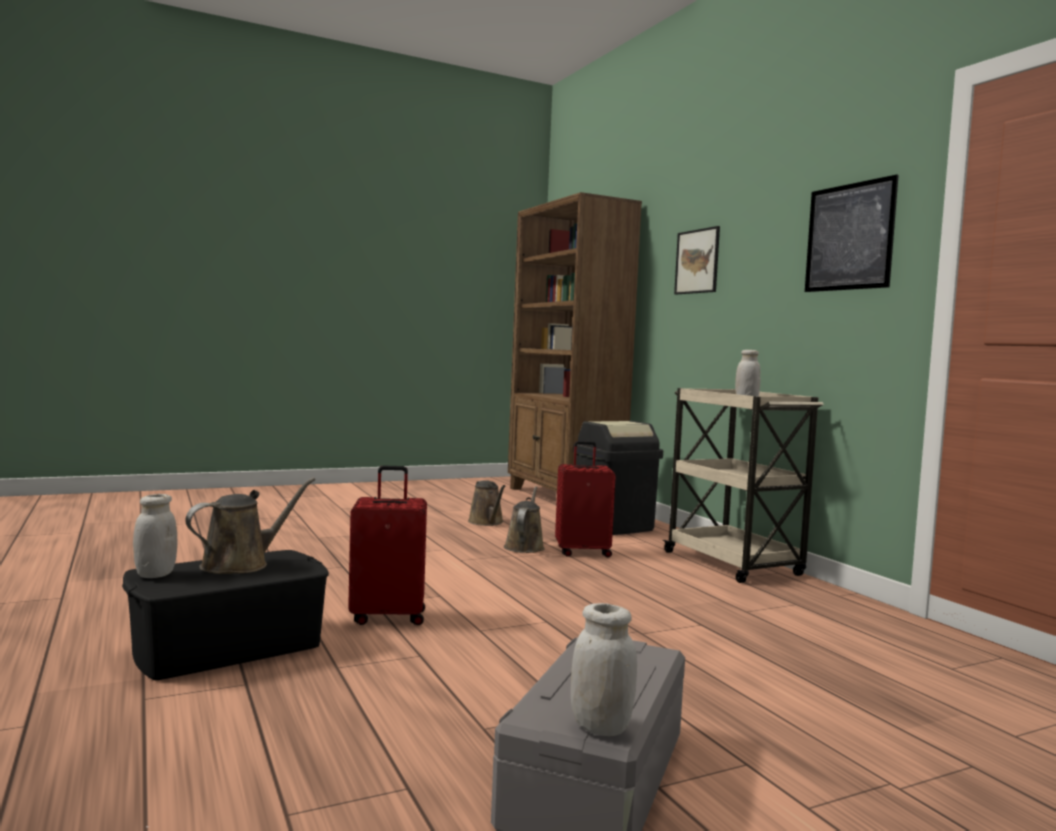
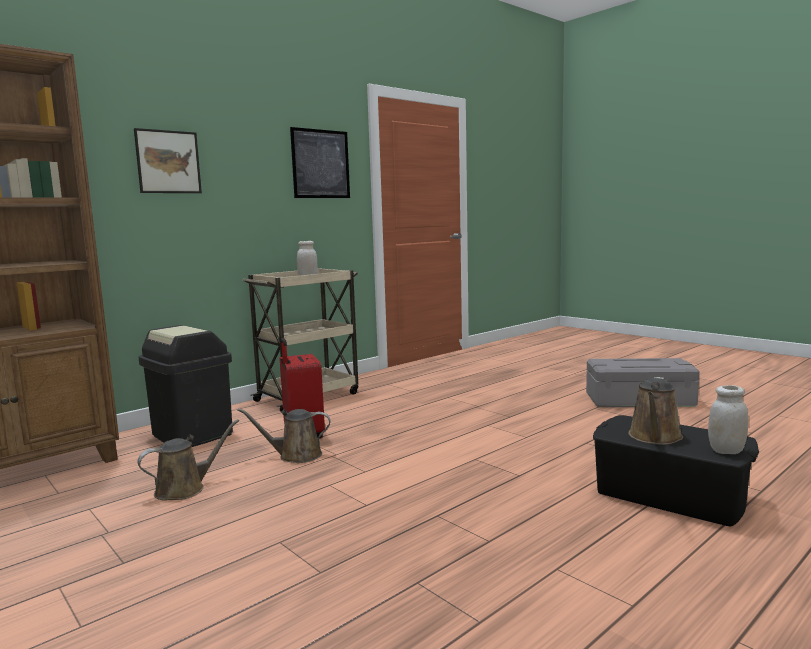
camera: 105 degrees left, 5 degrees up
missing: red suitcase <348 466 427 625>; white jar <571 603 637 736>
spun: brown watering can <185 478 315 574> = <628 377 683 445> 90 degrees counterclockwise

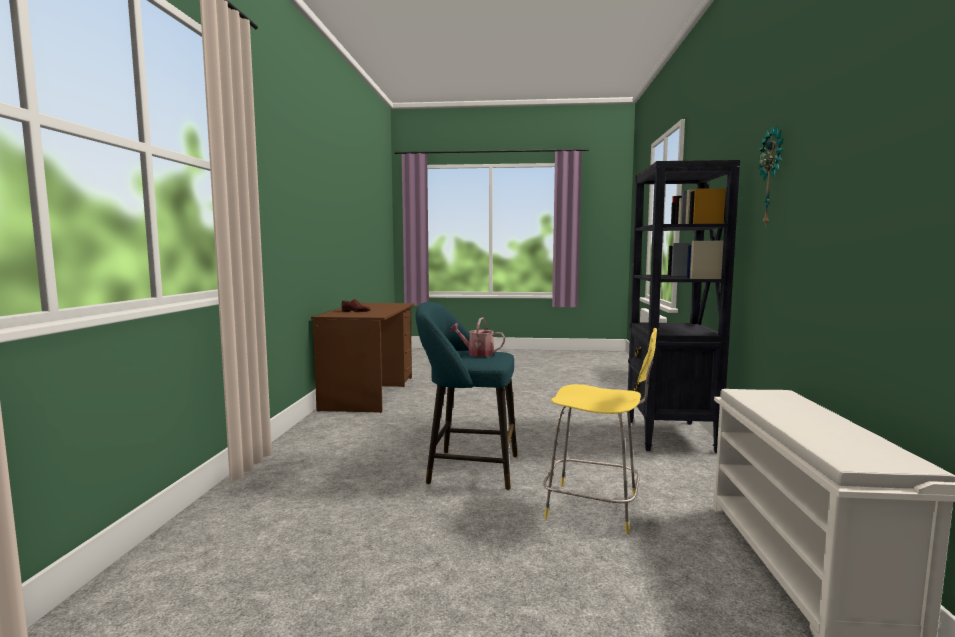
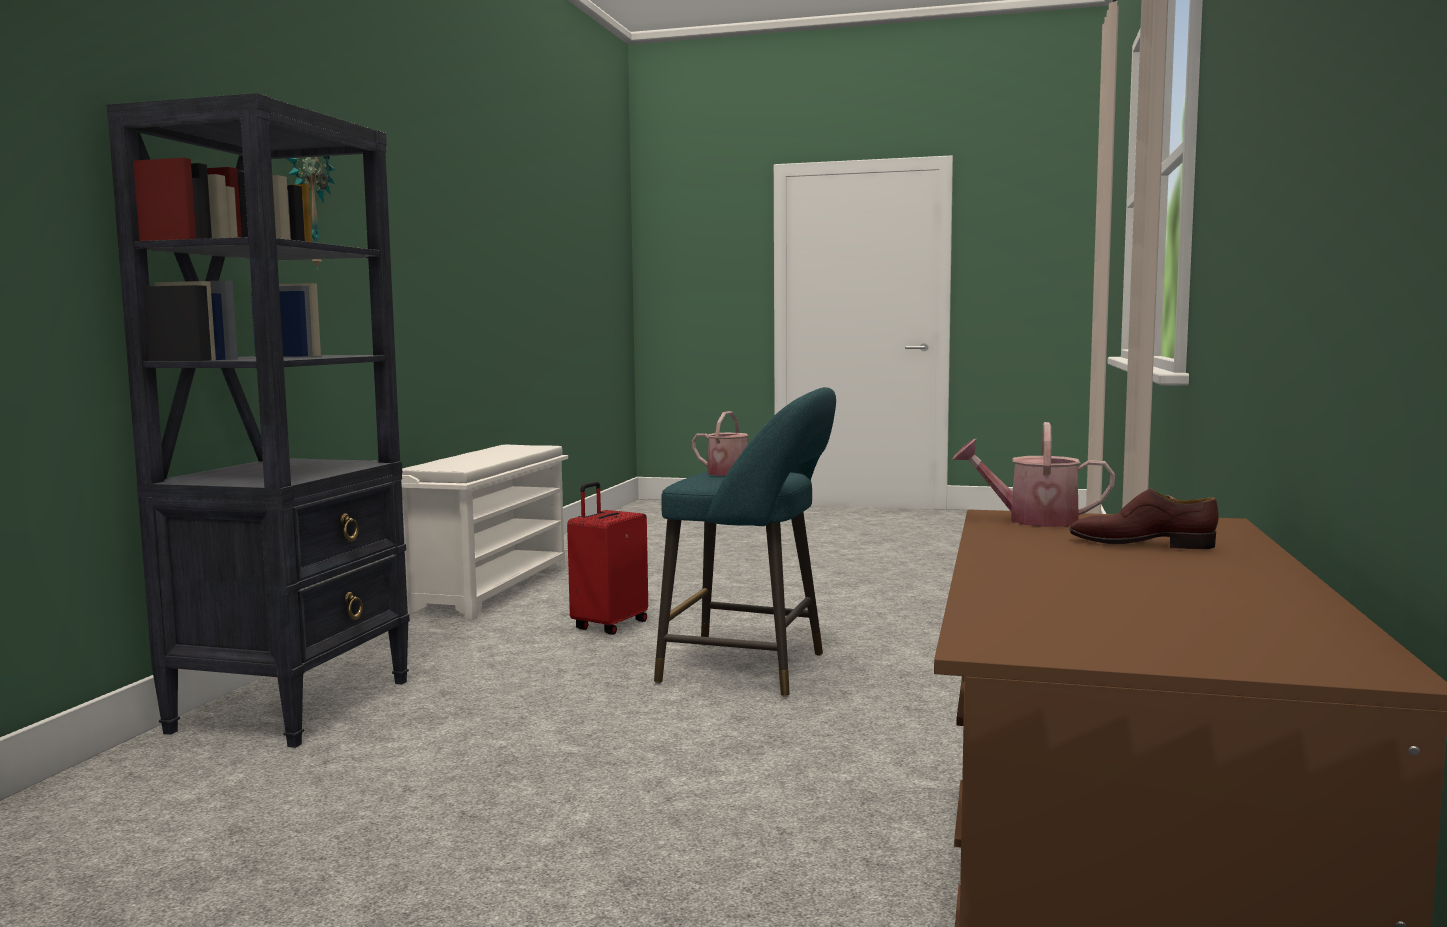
camera: 170 degrees left, 0 degrees up
appeared: watering can <952 422 1115 527>
exchanged: yellow stool <543 328 657 534> to red suitcase <567 482 648 635>

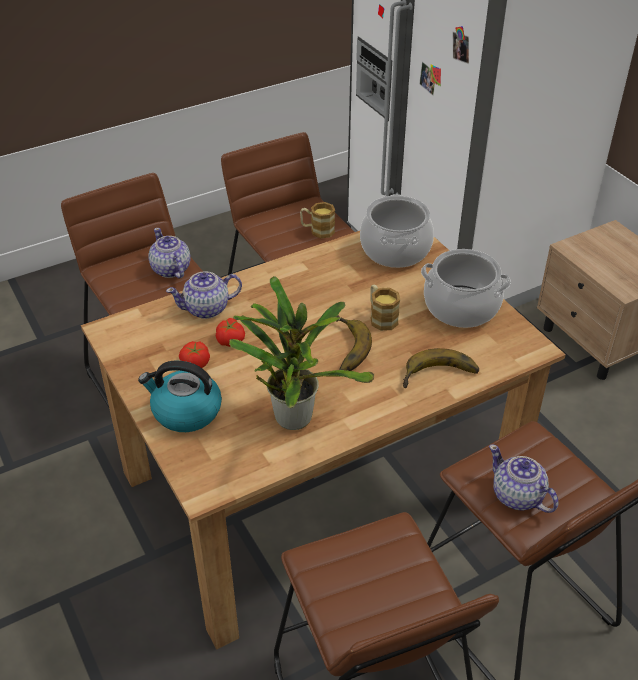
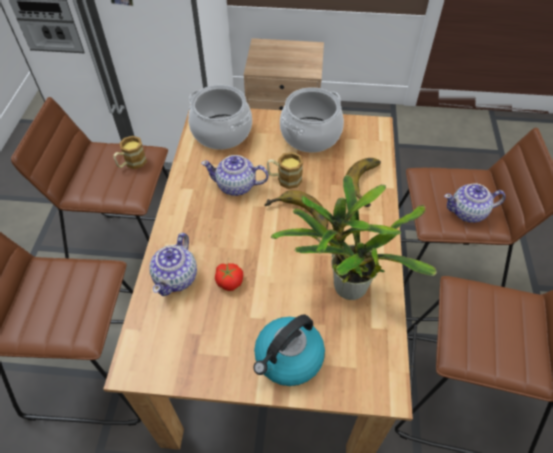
camera: 55 degrees left, 10 degrees up
missing: tomato <179 341 210 368>
relocated: teapot <148 228 191 279> to <201 155 269 196>

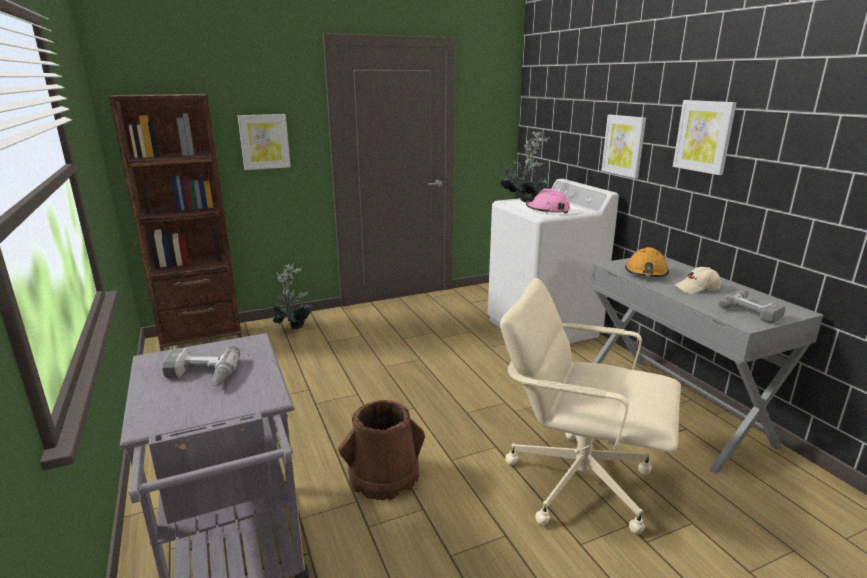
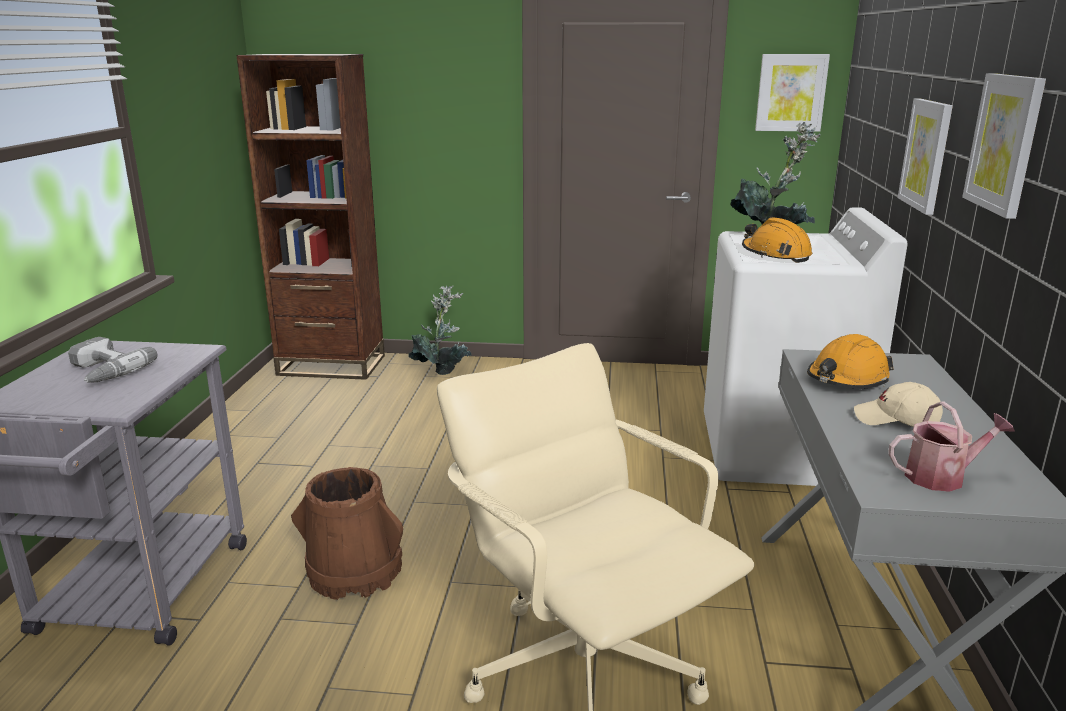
camera: 30 degrees right, 0 degrees up
relocated: picture <238 114 291 170> to <755 54 830 132>
exchanged: power drill <719 290 785 324> to watering can <888 401 1015 492>
colour: pink hard hat <525 189 570 214> to orange hard hat <742 217 812 263>

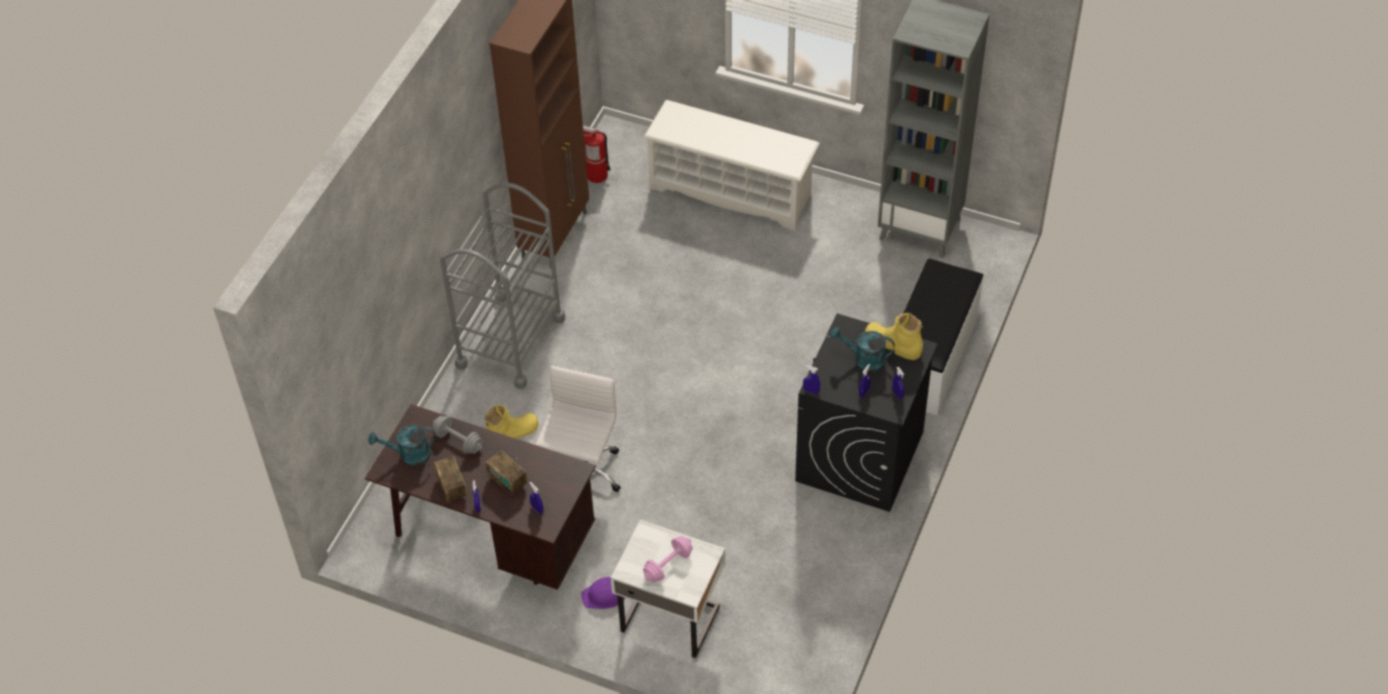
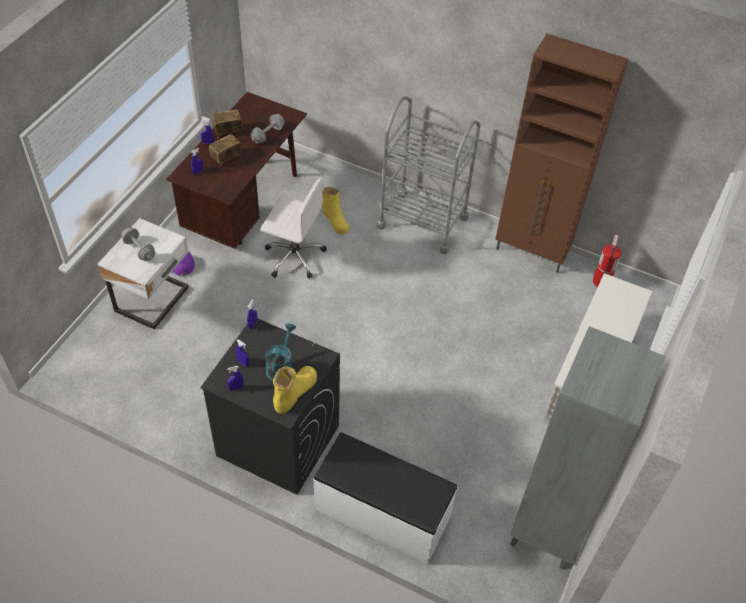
camera: 90 degrees right, 0 degrees up
missing: turquoise watering can <368 425 435 466>
colour: pink dumbbell <643 536 693 582> to grey dumbbell <121 227 155 261>

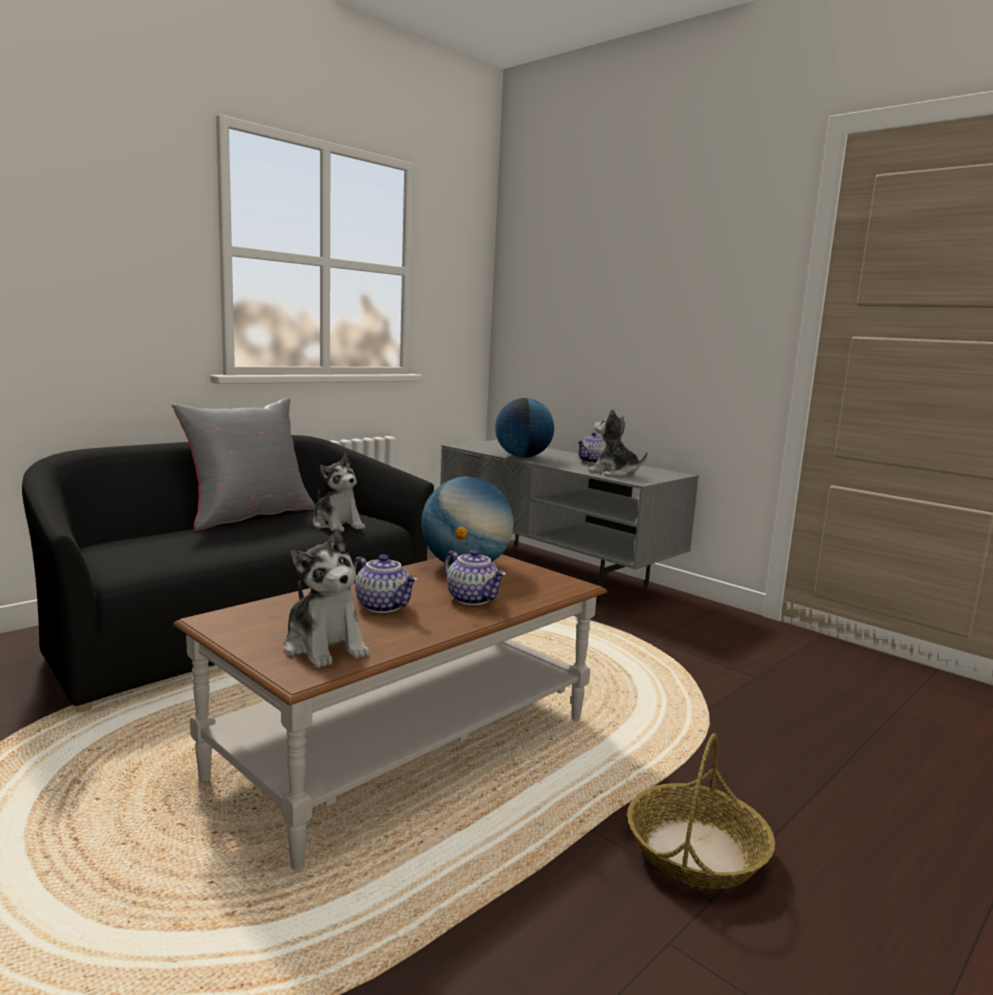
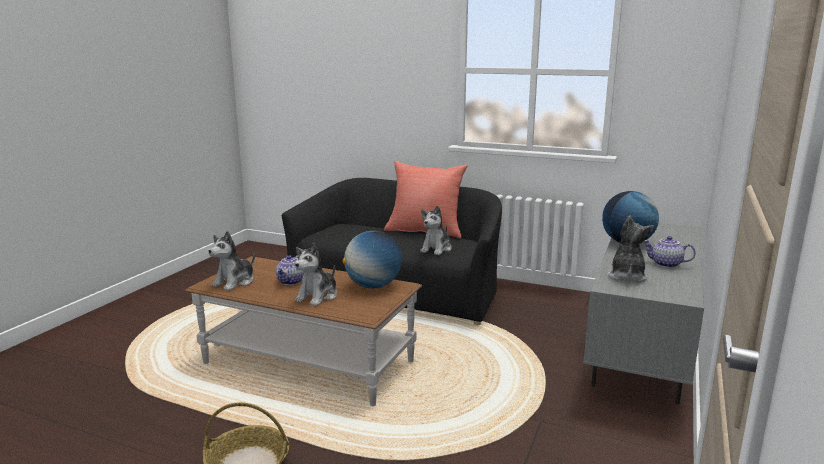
camera: 70 degrees right, 5 degrees up
exchanged: teapot <444 549 506 605> to plush toy <295 243 337 306>
colour: grey pillow <172 398 316 531> to red pillow <384 161 468 238>

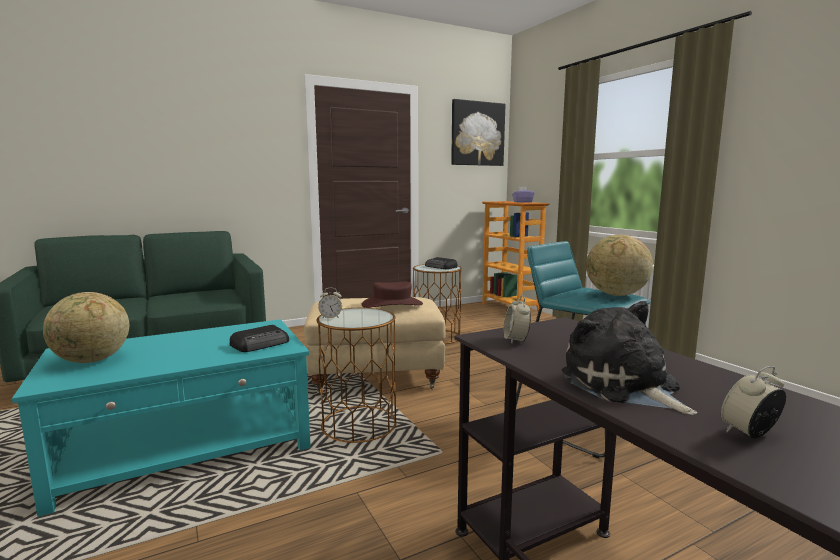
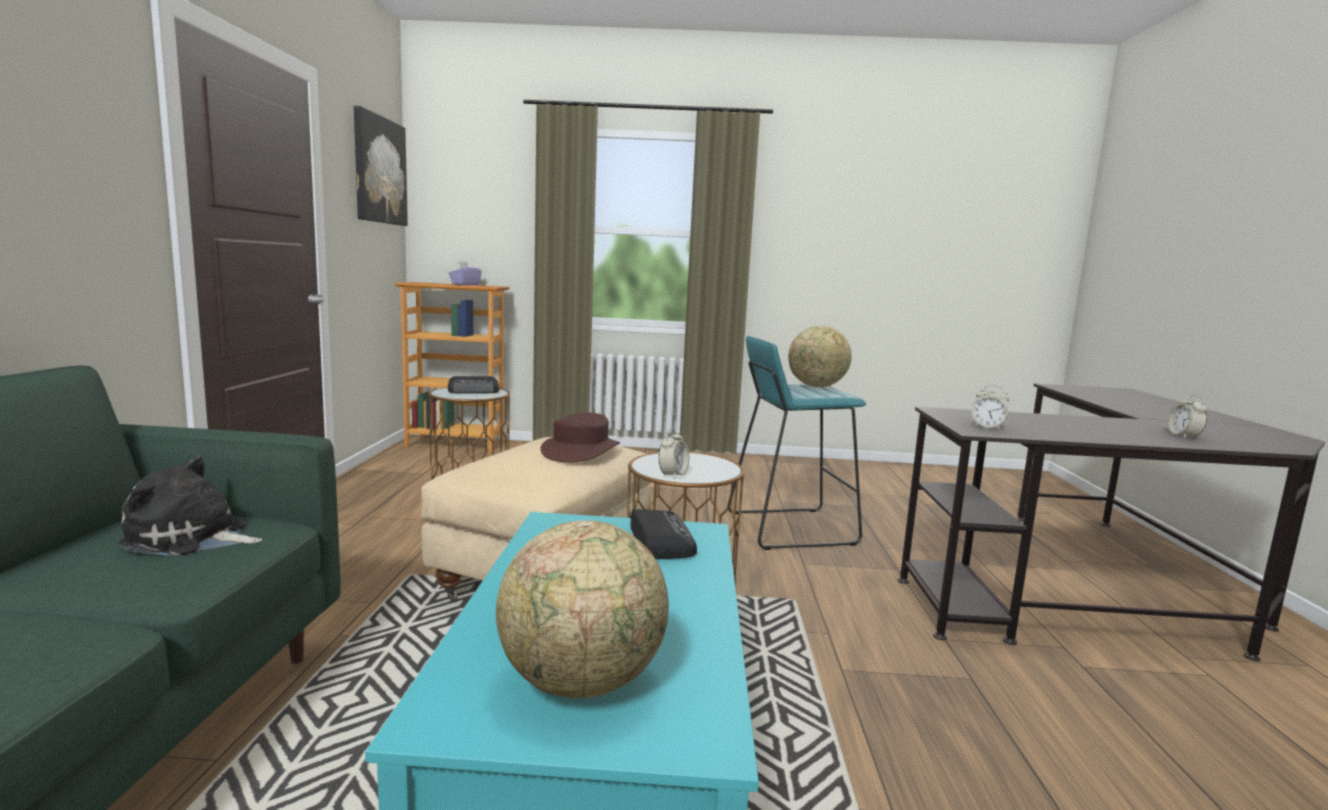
camera: 60 degrees left, 0 degrees up
relocated: plush toy <562 301 697 415> to <119 455 262 556>

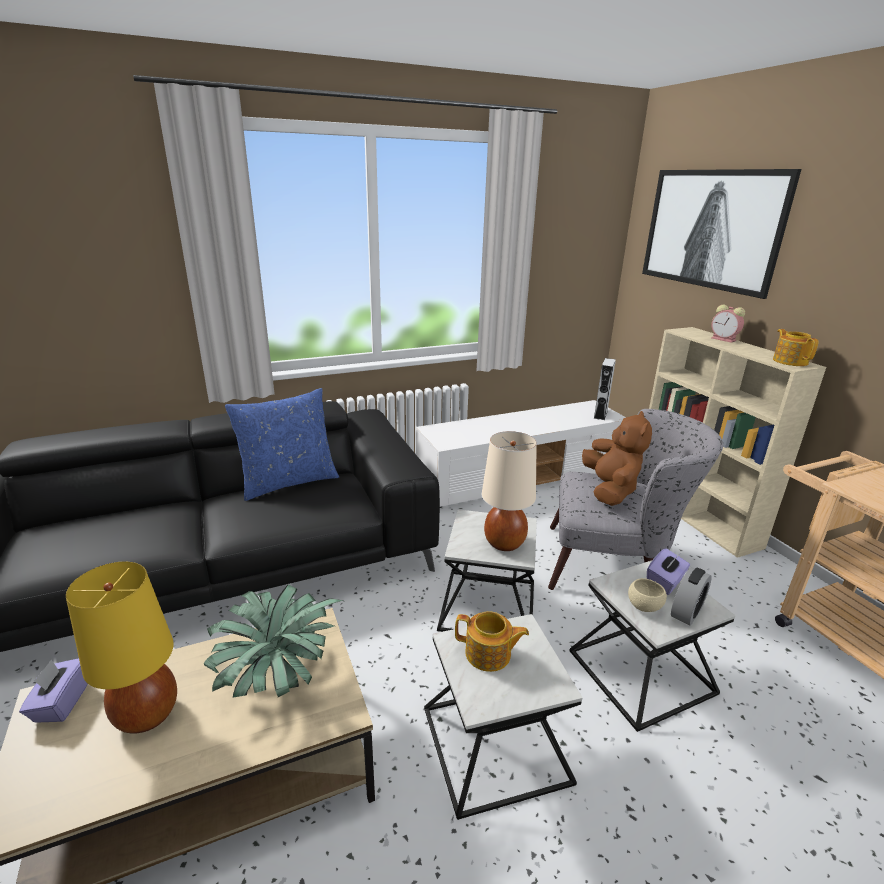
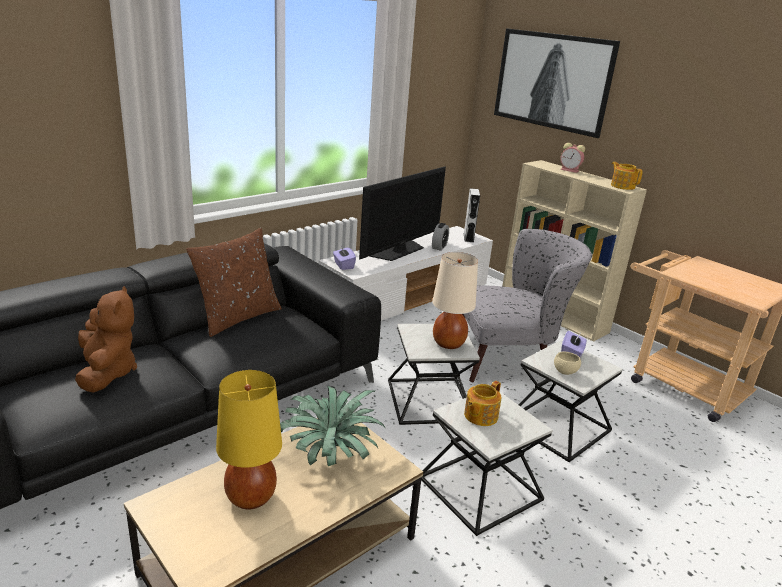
camera: 20 degrees left, 0 degrees up
appeared: television <359 167 446 261>
relocated: brown plush toy <582 411 652 506> to <75 286 137 393>; alarm clock <671 567 712 626> to <432 223 449 251>; purple tissue box <19 658 88 723> to <333 246 356 270>
colour: blue pillow <225 388 339 501> to brown pillow <186 228 282 337>
spun: teapot <455 611 529 672> = <464 381 501 426> 135 degrees clockwise

